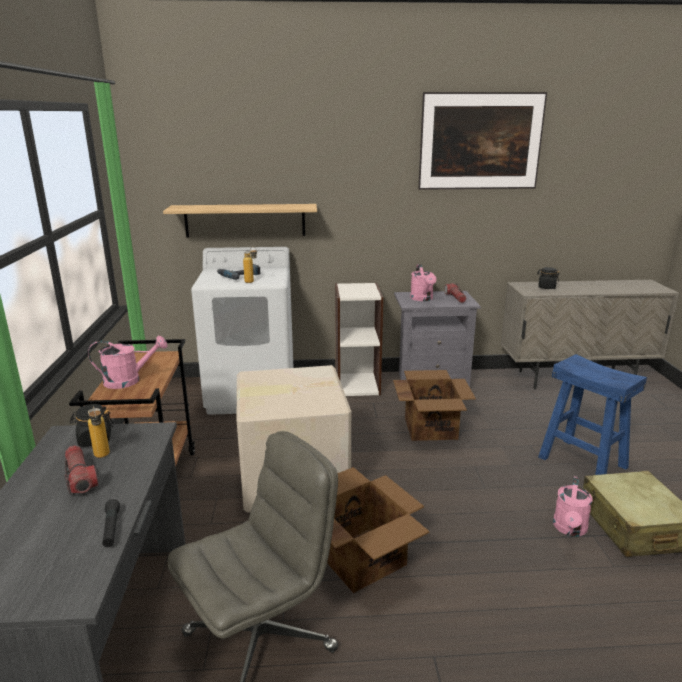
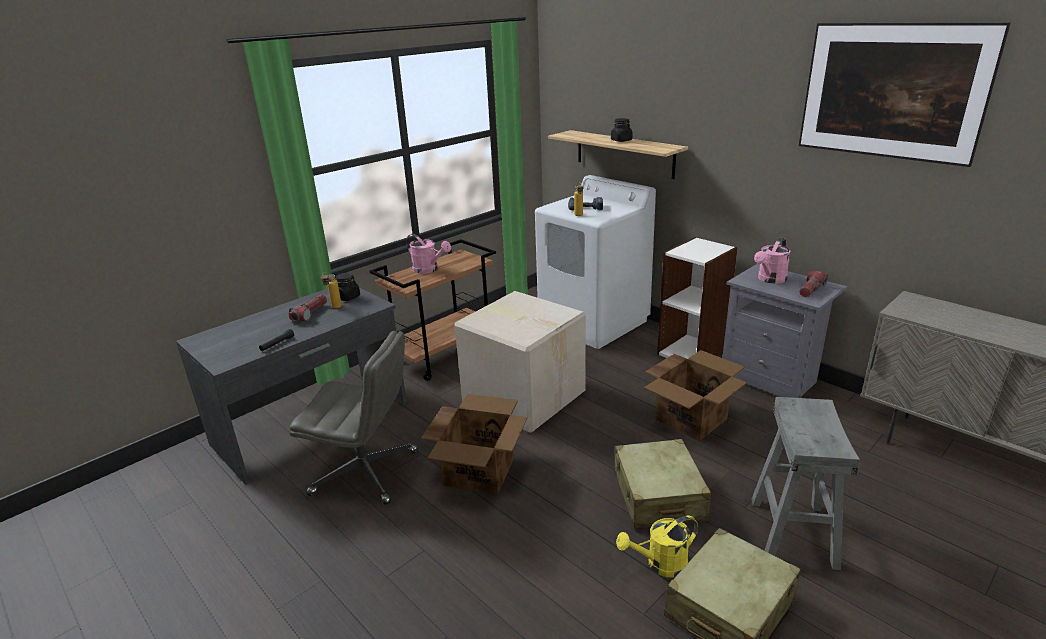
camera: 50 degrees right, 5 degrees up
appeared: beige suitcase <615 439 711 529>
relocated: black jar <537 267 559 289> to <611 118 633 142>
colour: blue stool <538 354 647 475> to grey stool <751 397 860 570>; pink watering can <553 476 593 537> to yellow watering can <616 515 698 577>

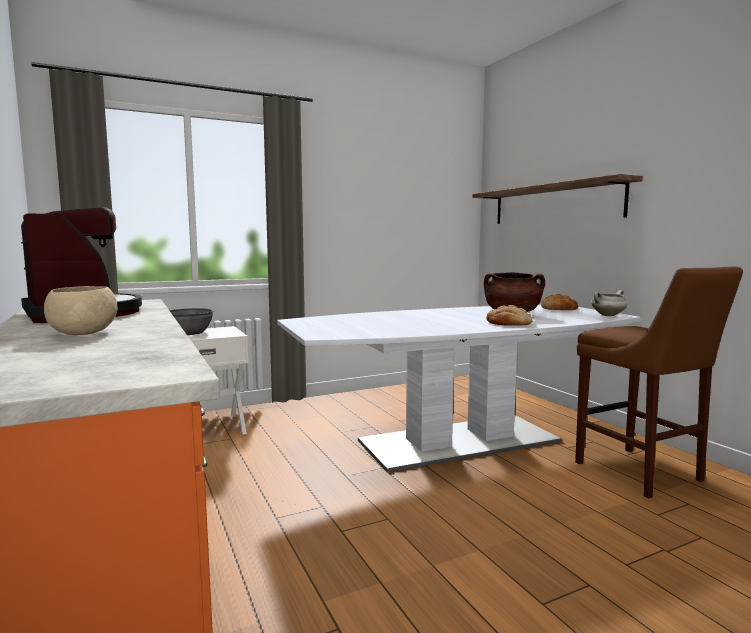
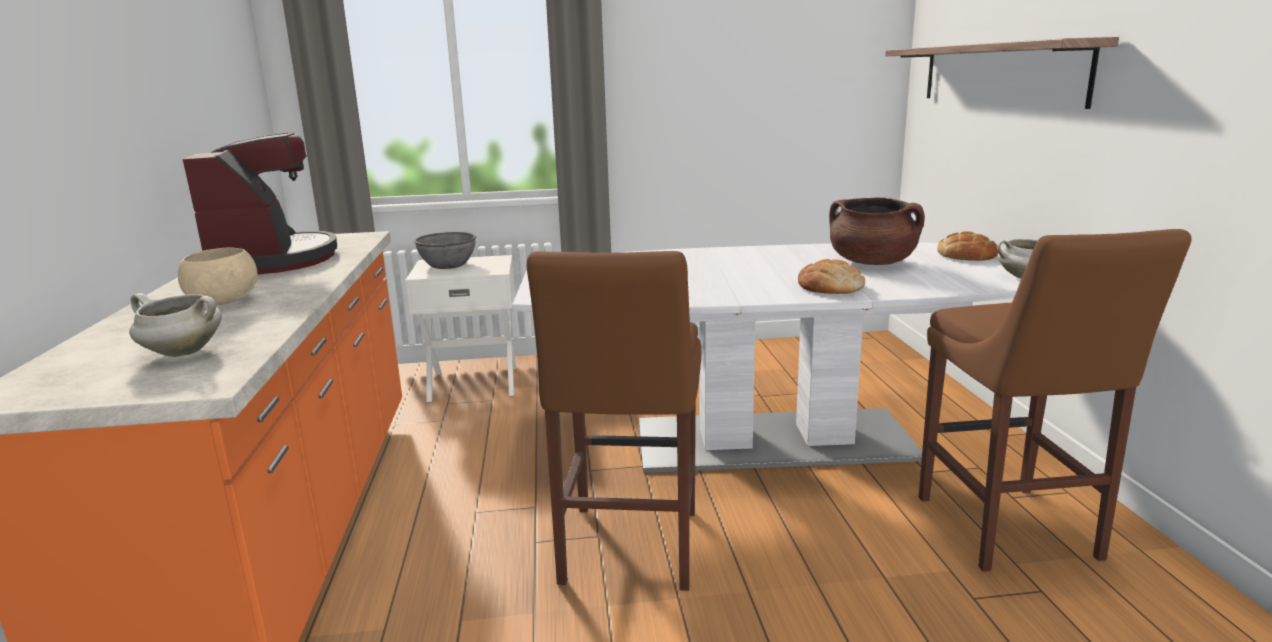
camera: 20 degrees right, 10 degrees up
appeared: brown stool <526 251 701 591>; white cooking pot <129 293 222 357>

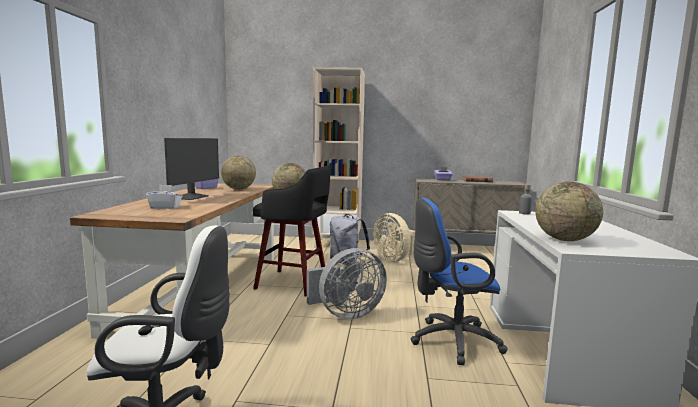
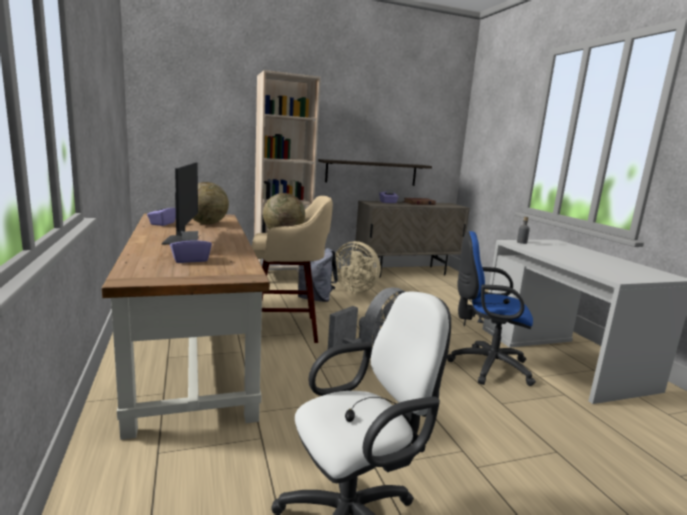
camera: 25 degrees left, 5 degrees up
missing: globe <535 181 603 241>
appeared: shelf <318 159 432 186>
colour: black stool <253 166 330 297> to beige stool <251 196 333 343>; white tissue box <146 185 182 209> to purple tissue box <170 231 212 263>
spun: blue office chair <411 198 507 365> = <447 231 536 386> 45 degrees clockwise

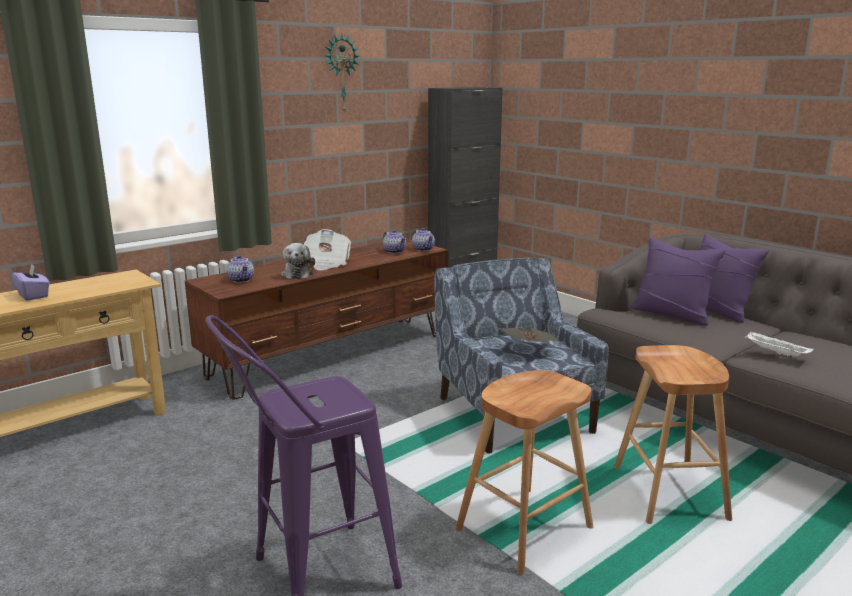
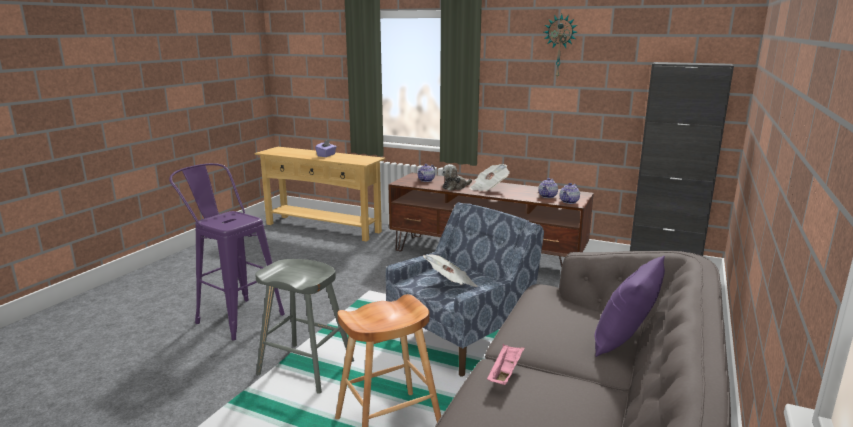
camera: 65 degrees right, 0 degrees up
missing: purple pillow <631 237 726 326>
colour: white tray <745 331 814 357> to pink tray <487 344 525 385>; brown stool <455 370 593 574> to grey stool <255 259 354 394>

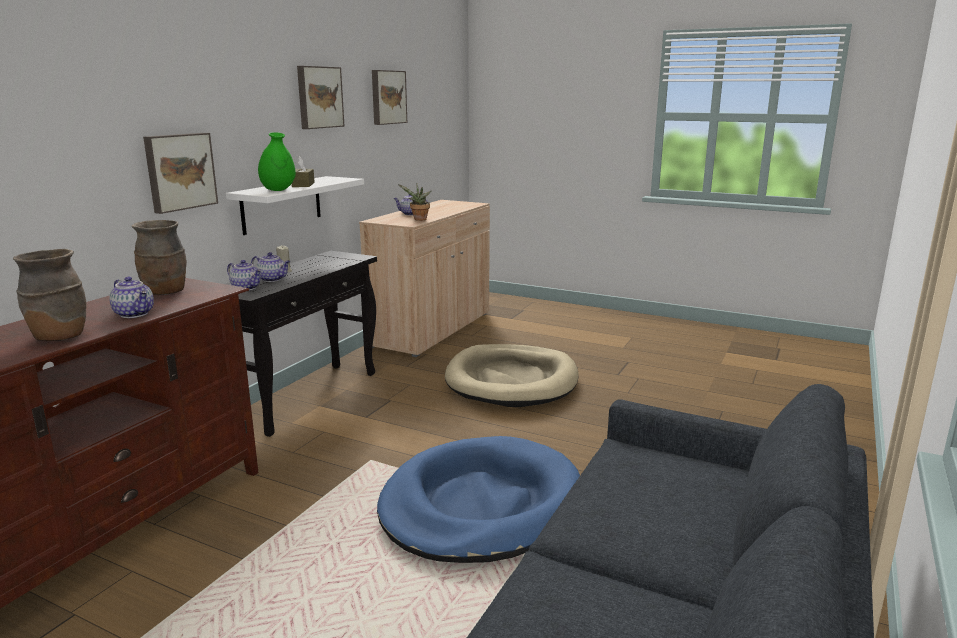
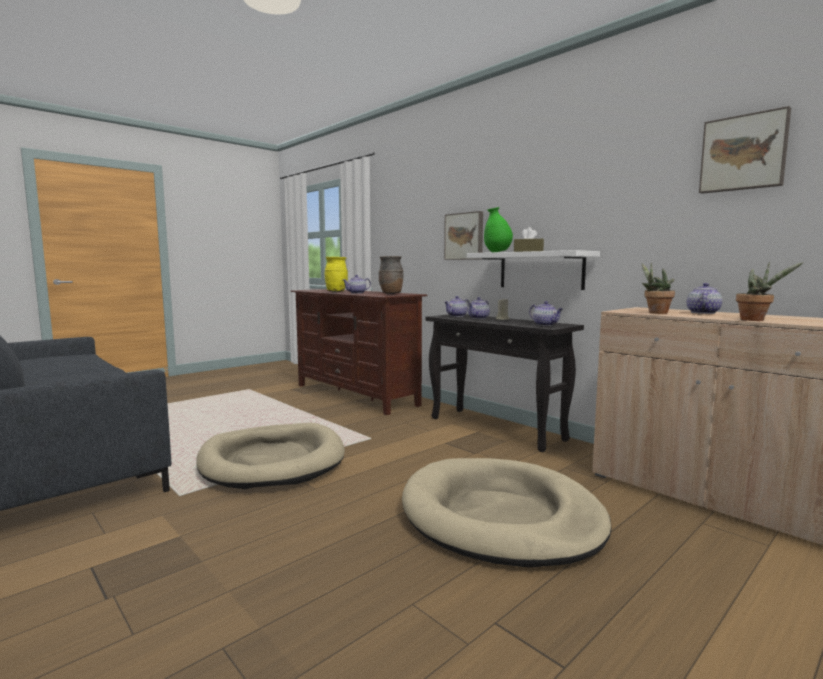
camera: 110 degrees right, 10 degrees down
missing: picture <297 66 344 129>
appeared: potted plant <736 262 804 321>; teapot <529 301 563 326>
colour: brown vase <13 249 87 341> to yellow vase <324 257 348 292>; blue dog bed <377 436 580 563> to beige dog bed <196 423 345 489>

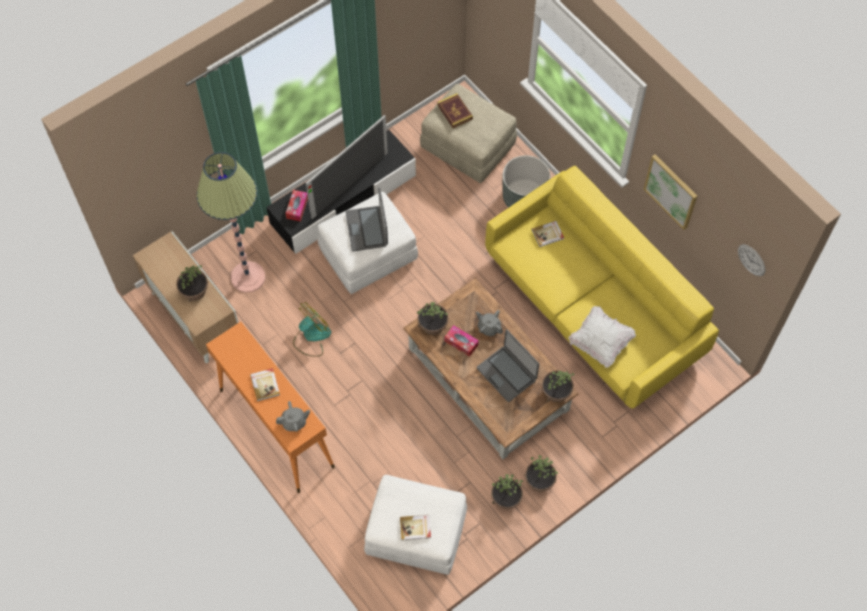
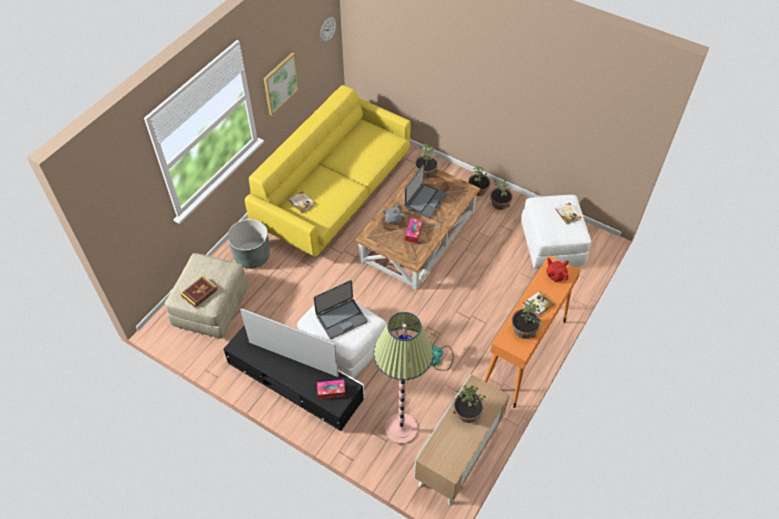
camera: 110 degrees left, 10 degrees down
missing: white pillow <568 306 636 368>
relocated: potted plant <417 302 449 335> to <511 299 541 339>
colour: grey teapot <276 401 310 432> to red teapot <546 257 569 282>

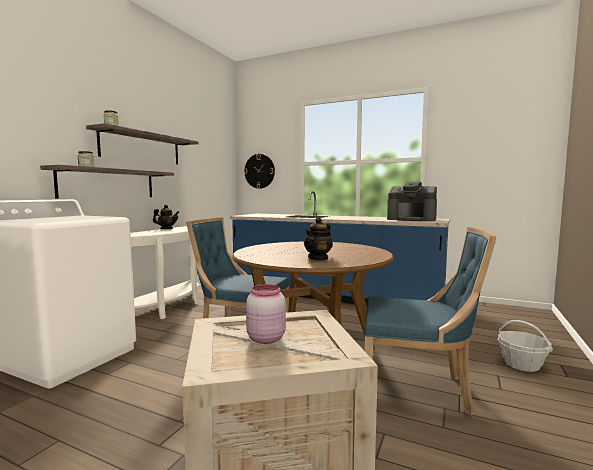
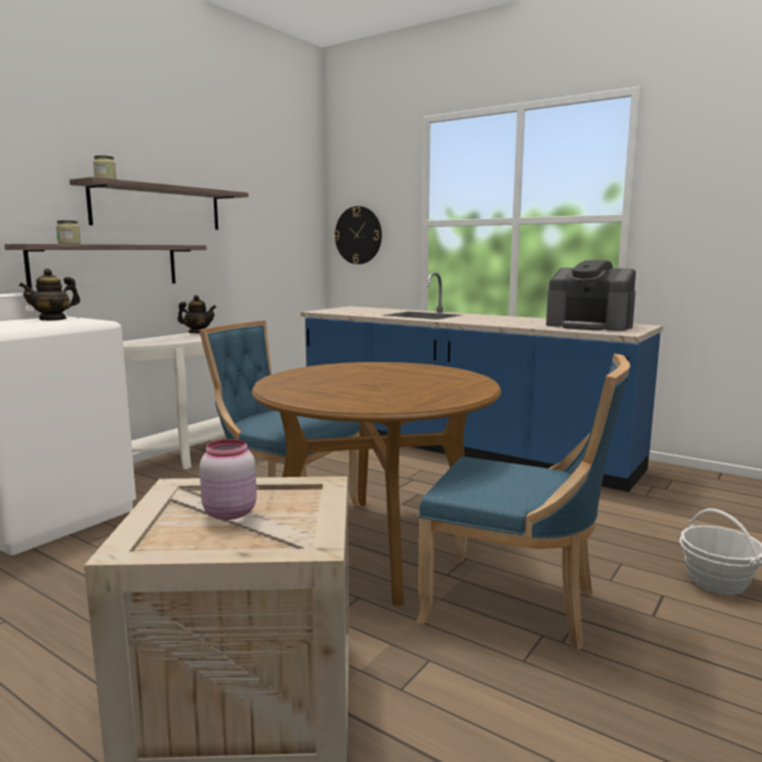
camera: 10 degrees right, 5 degrees up
relocated: teapot <304 217 333 260> to <19 268 80 321>

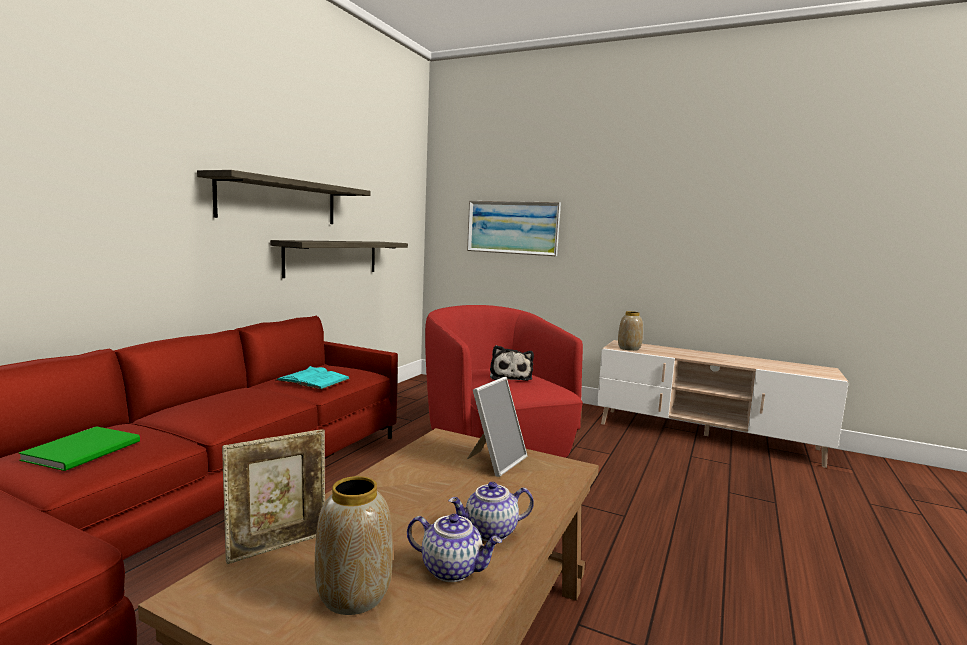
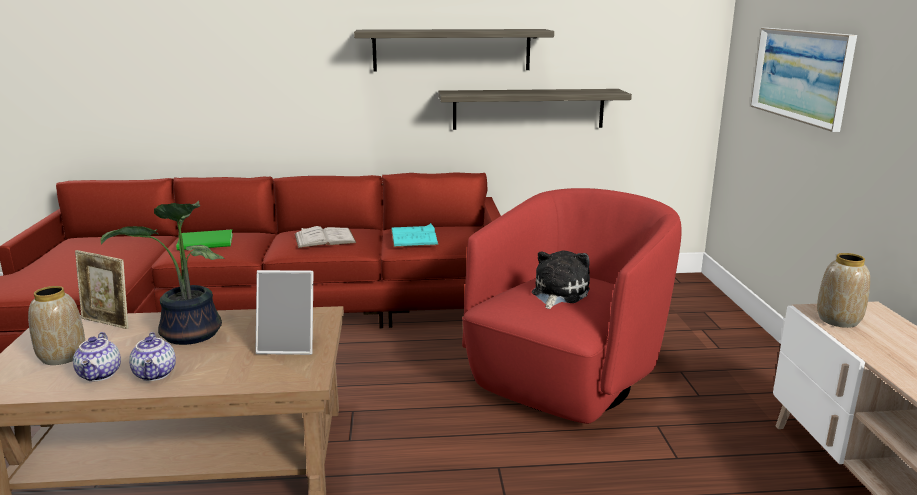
camera: 60 degrees right, 10 degrees up
appeared: potted plant <100 201 224 345>; white book <295 226 357 248>
spun: plush toy <490 345 534 381> = <532 250 590 309> 150 degrees clockwise; teapot <449 482 534 541> = <129 332 176 381> 150 degrees counterclockwise

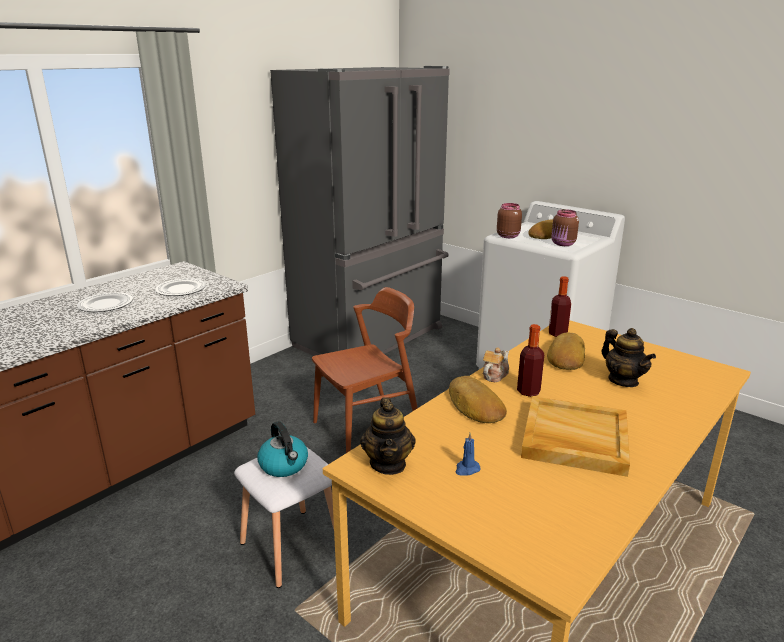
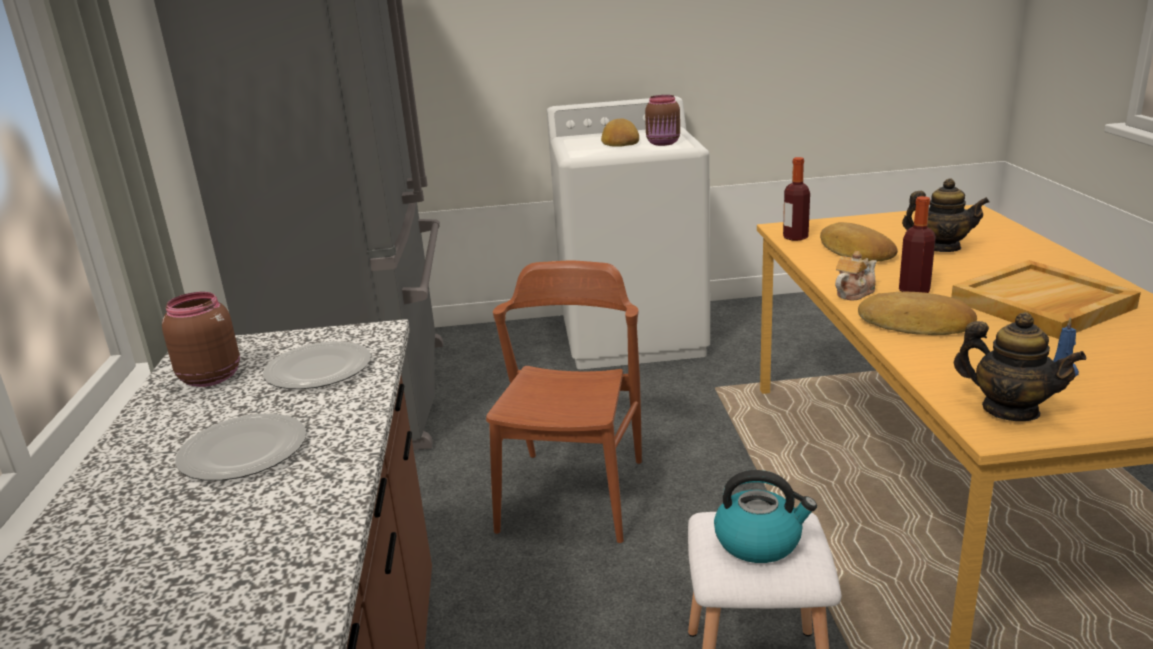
camera: 45 degrees left, 0 degrees up
relocated: brown jar <497 203 522 238> to <162 292 240 387>
spun: teapot <482 347 509 382> = <835 251 877 301> 60 degrees clockwise

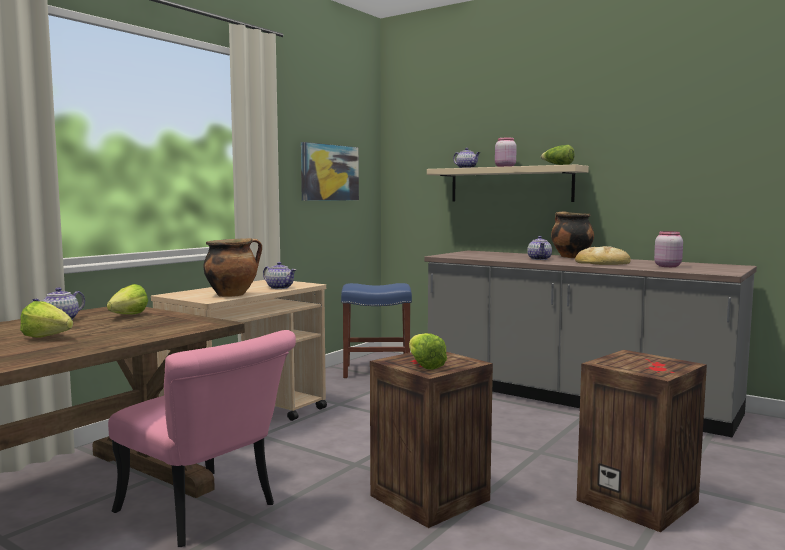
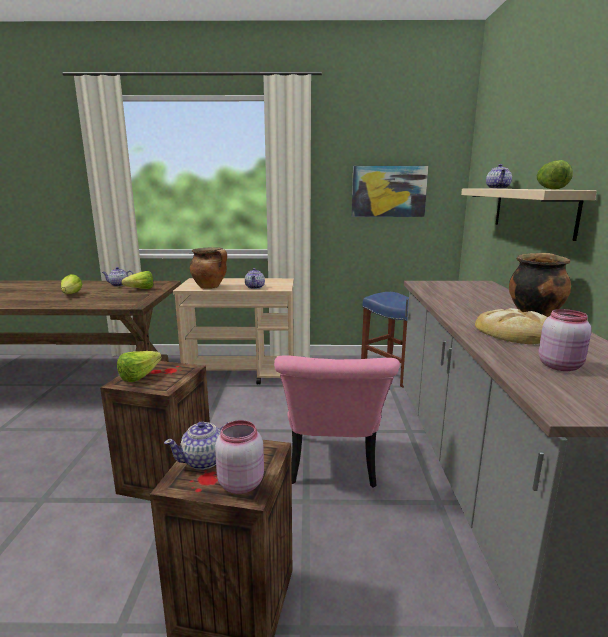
camera: 55 degrees right, 10 degrees up
relocated: pink jar <495 138 517 167> to <215 420 264 494>; teapot <527 236 552 260> to <164 421 229 470>; pink chair <108 330 296 547> to <274 355 400 488>

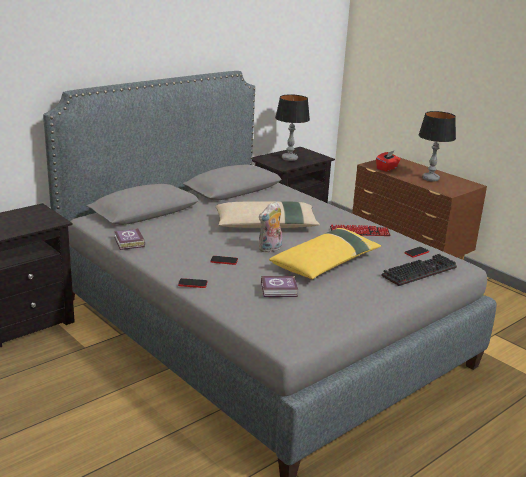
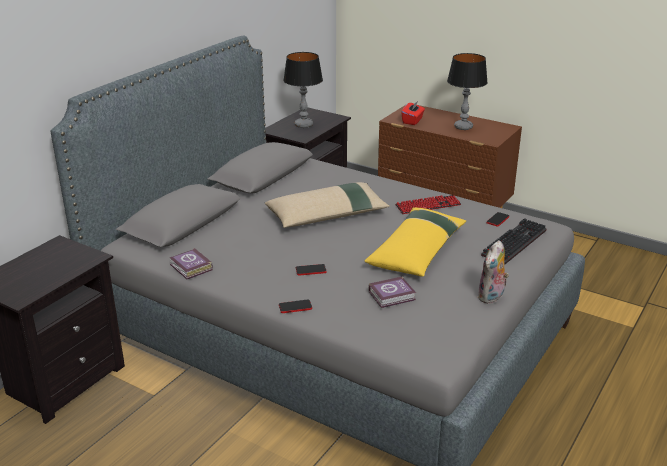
camera: 15 degrees left, 5 degrees up
relocated: plush toy <259 202 282 253> to <477 240 509 304>

